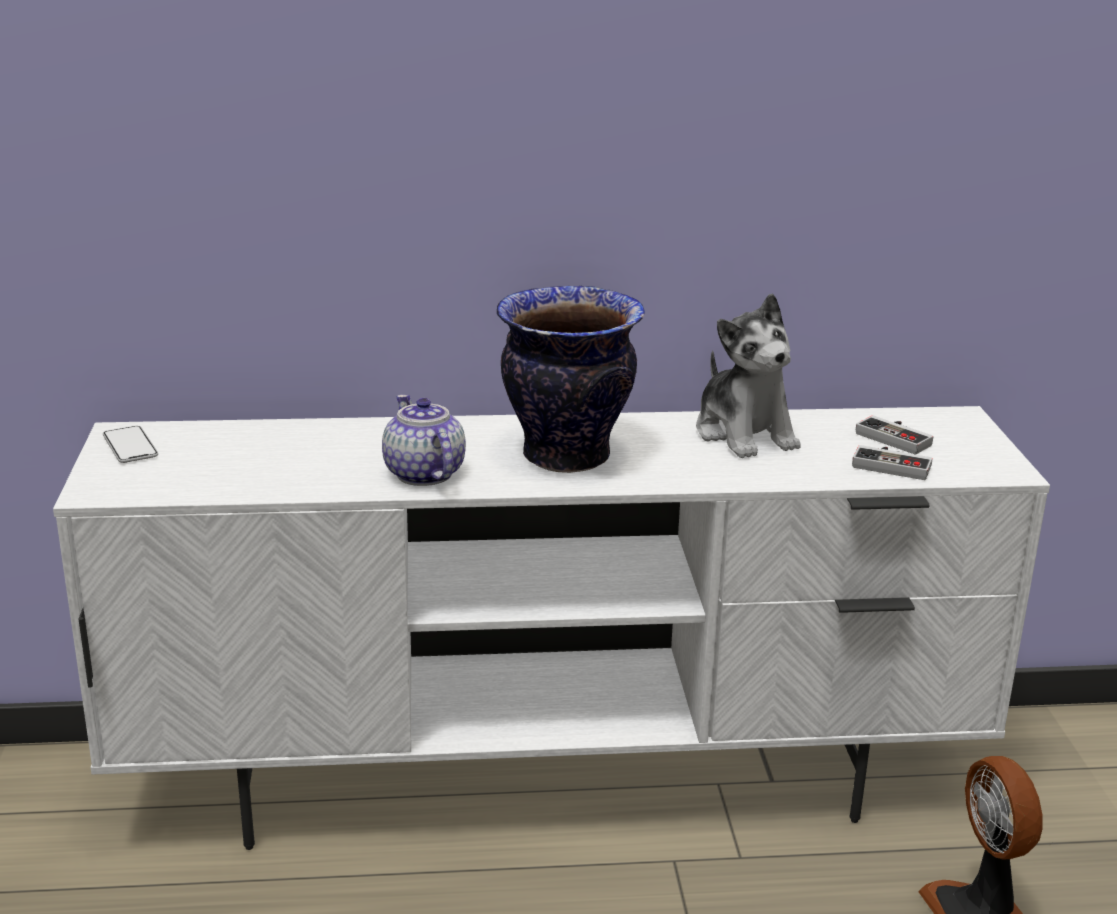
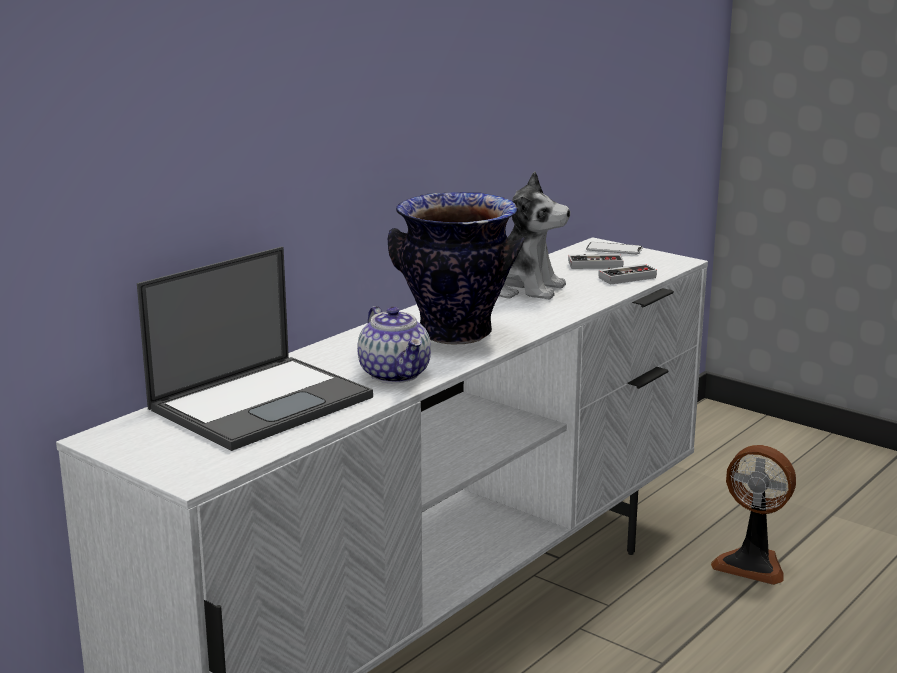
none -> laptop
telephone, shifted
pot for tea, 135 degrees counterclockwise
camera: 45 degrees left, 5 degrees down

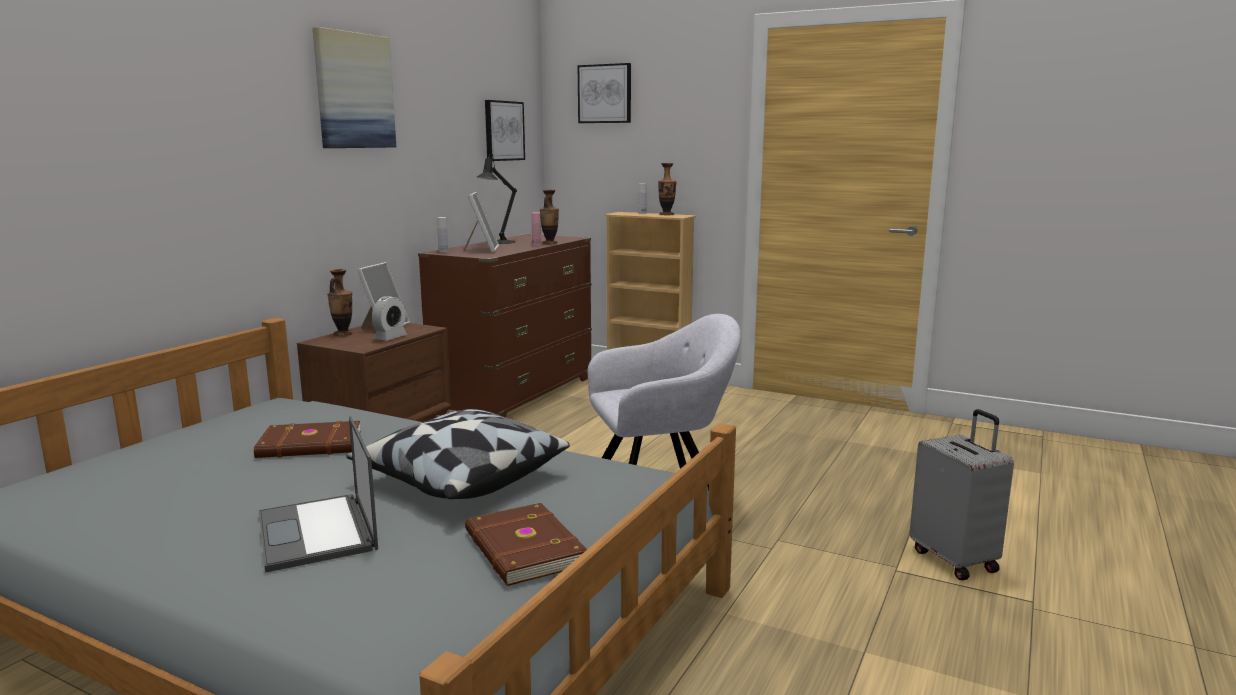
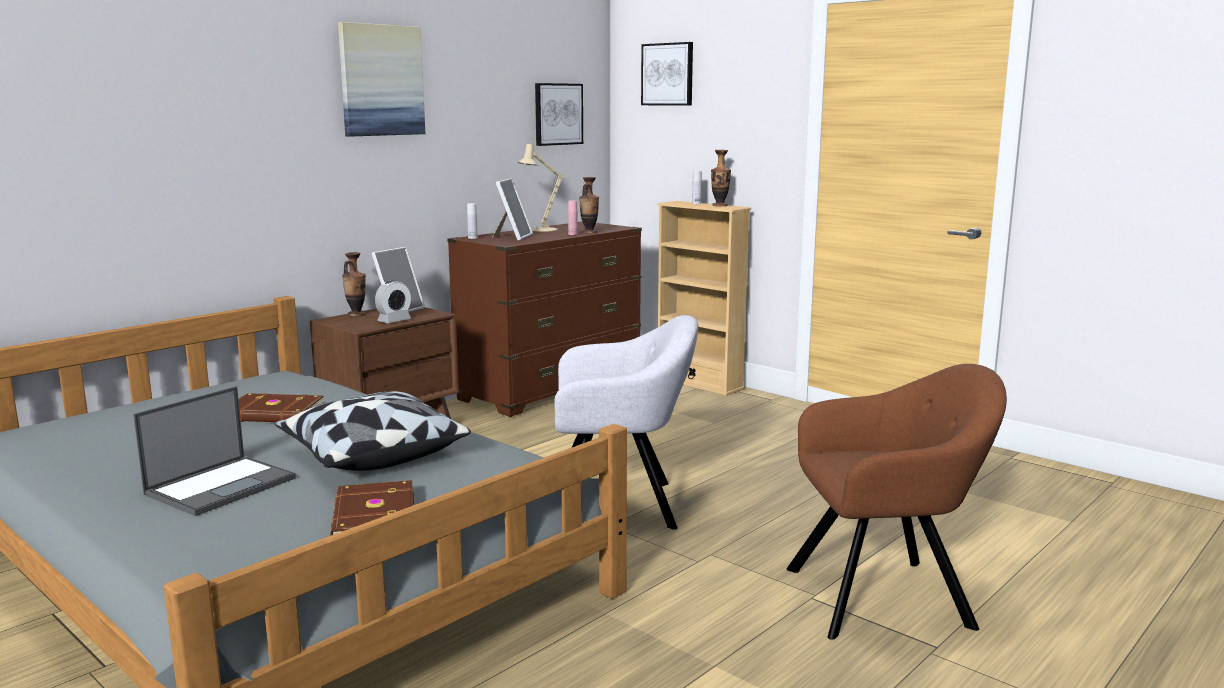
gray suitcase -> brownish lounge chair
black lamp for a table -> beige-coloured lamp for a table
laptop, 135 degrees counterclockwise
camera: 15 degrees right, 0 degrees up

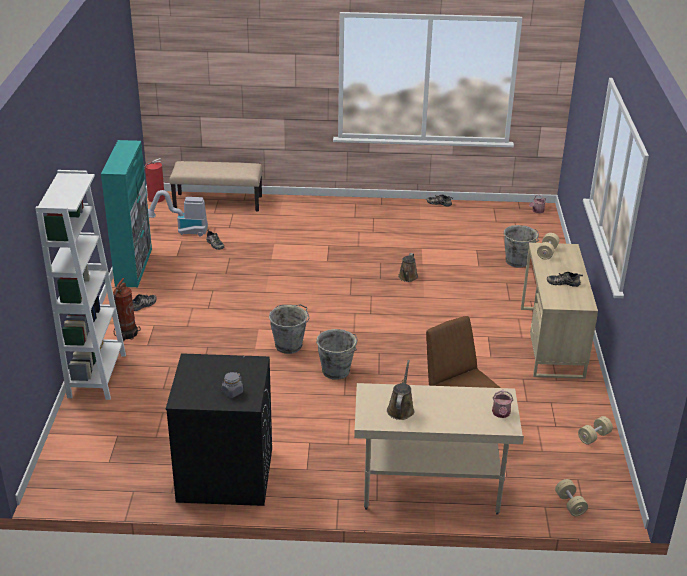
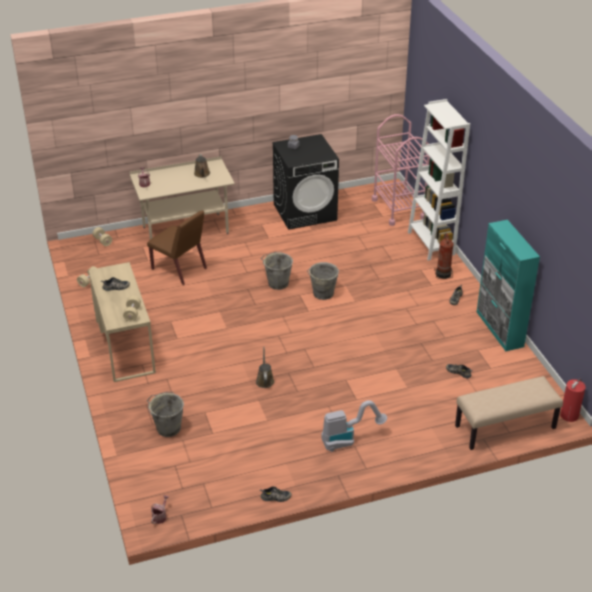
none -> pink-coloured cart
vacuum cleaner, shifted
camera: 160 degrees right, 5 degrees up

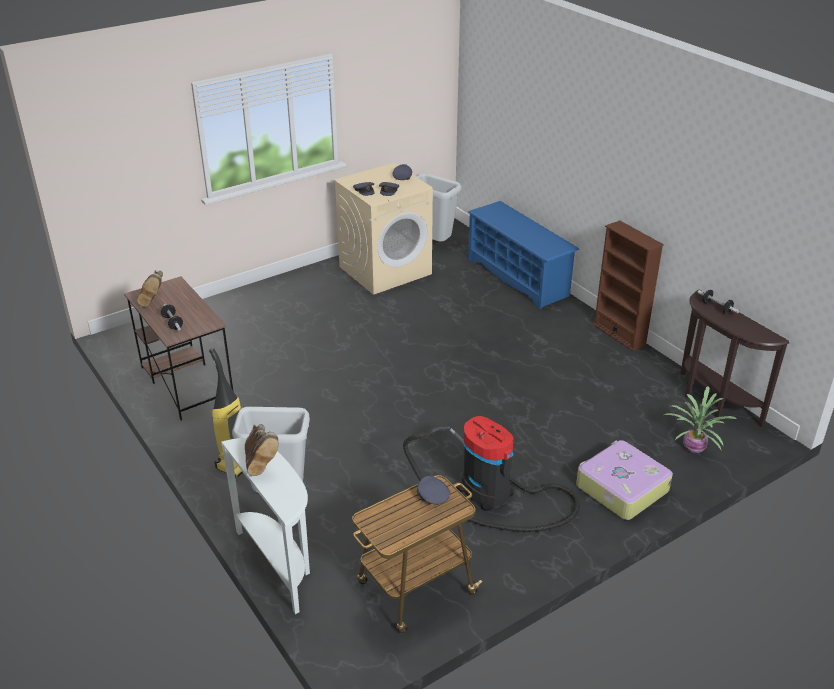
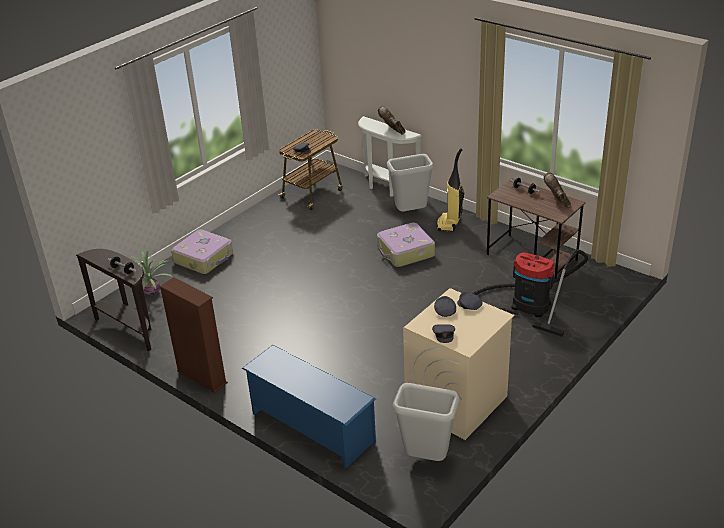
none -> suitcase (no. 2 from left)
vacuum cleaner (no. 2 from left), shifted
camera: 165 degrees right, 0 degrees up

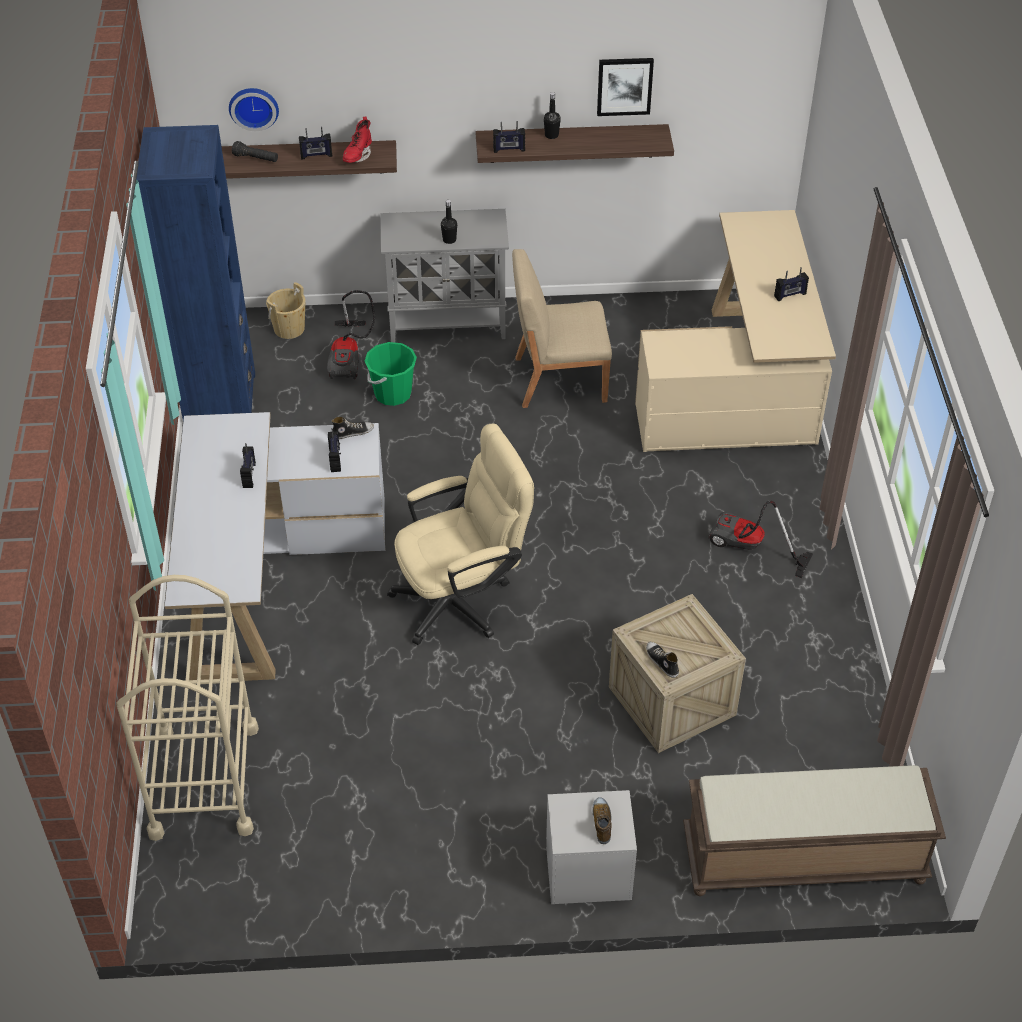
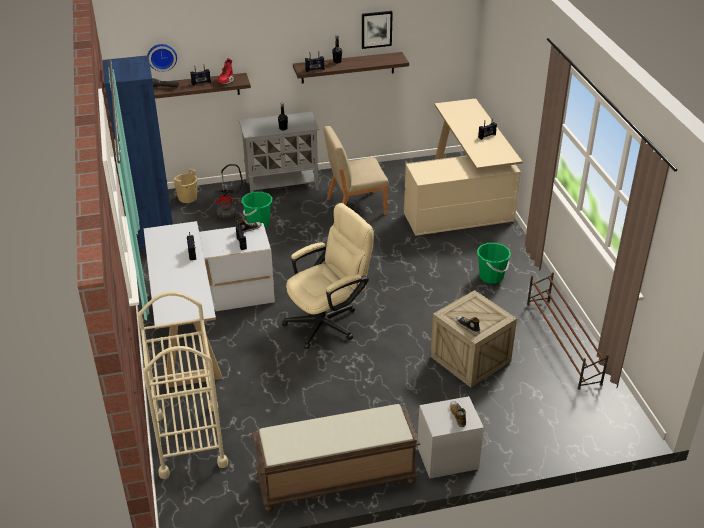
none -> brownish shoe rack
brownish long seat, shifted
vacuum cleaner (no. 2 from left) -> green-coloured pail (no. 2 from left)
camera: 10 degrees left, 10 degrees down

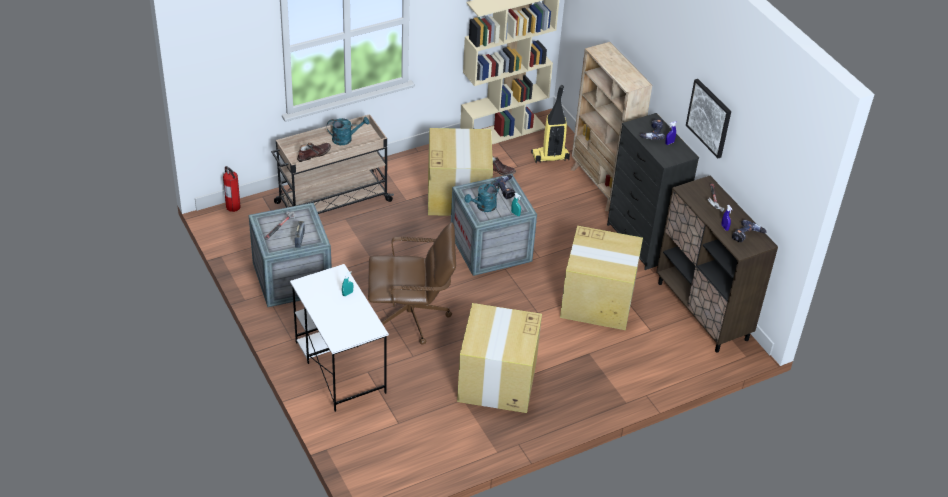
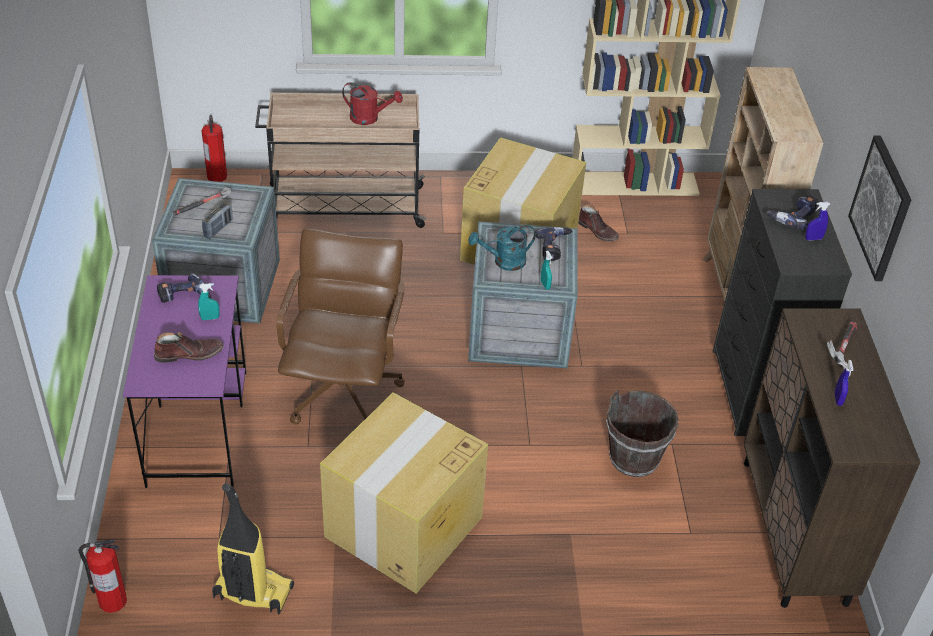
none -> extinguisher (no. 1 from left)
brownish high-top boot (no. 1 from left), shifted
vacuum cleaner, shifted
electric drill (no. 3 from left in the first image) -> electric drill (no. 1 from left), shifted
packing box (no. 3 from left) -> brownish pail
white-coloured desk -> purple-coloured desk
turquoise-coloured watering can (no. 1 from left) -> reddish watering can
brownish office chair, 105 degrees counterclockwise
camera: 25 degrees right, 0 degrees up

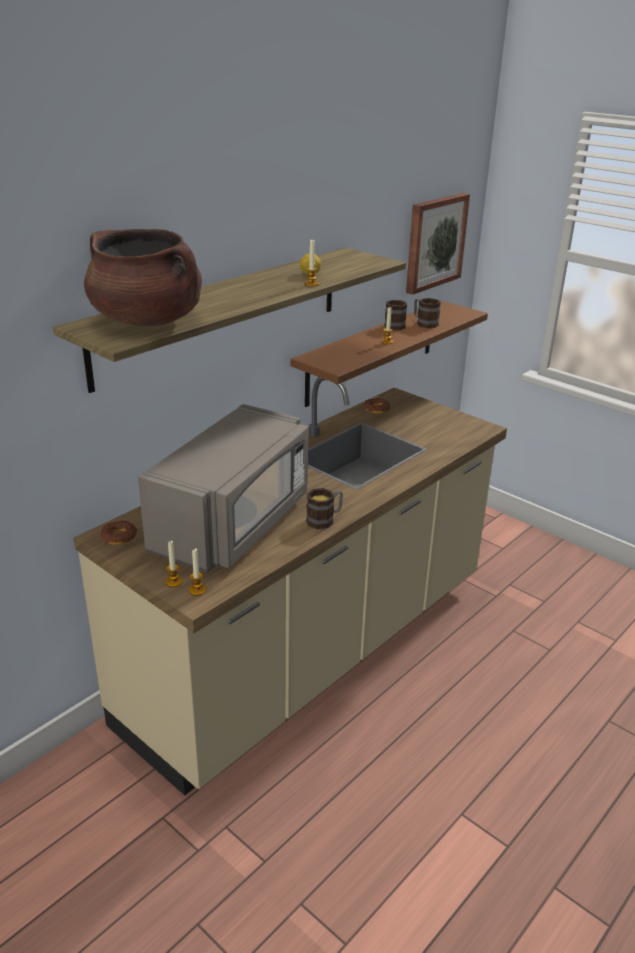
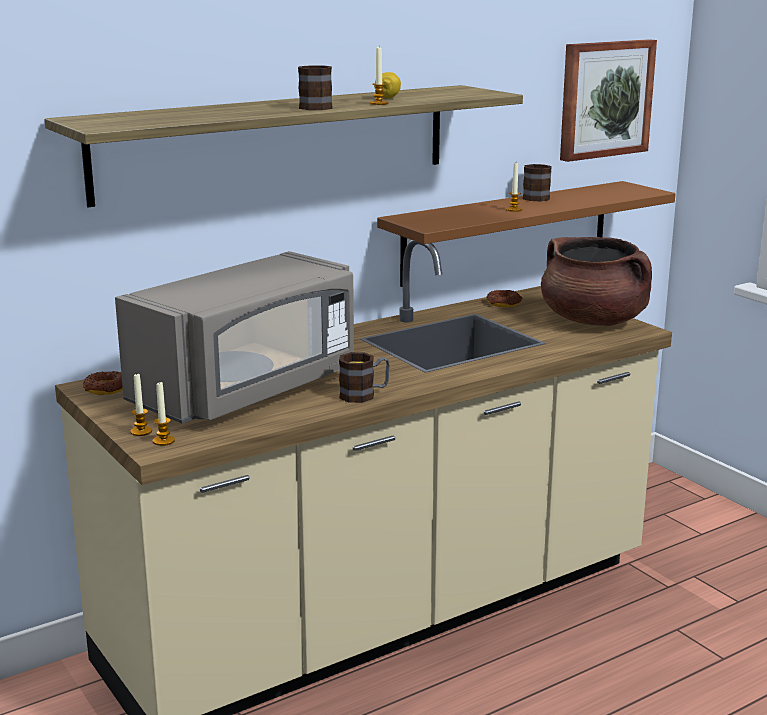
brownish cooking pot, shifted
mug (no. 3 from left in the first image) -> mug (no. 1 from left), shifted
camera: 15 degrees right, 10 degrees down

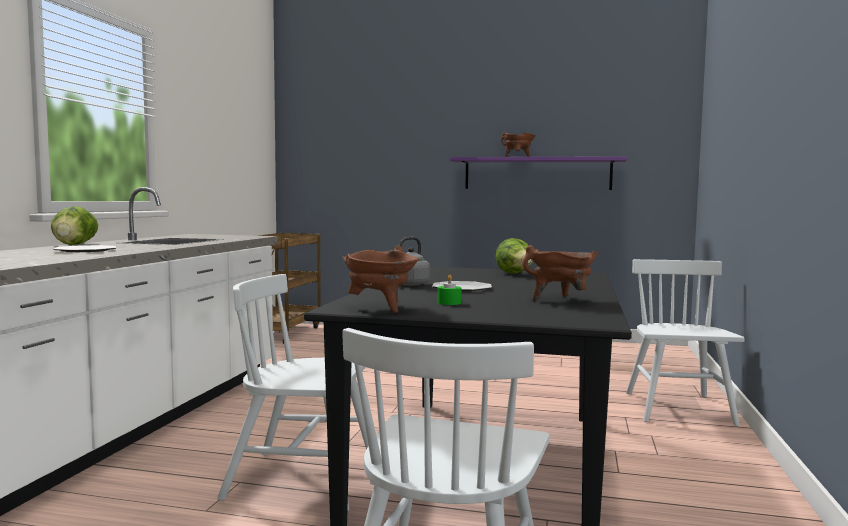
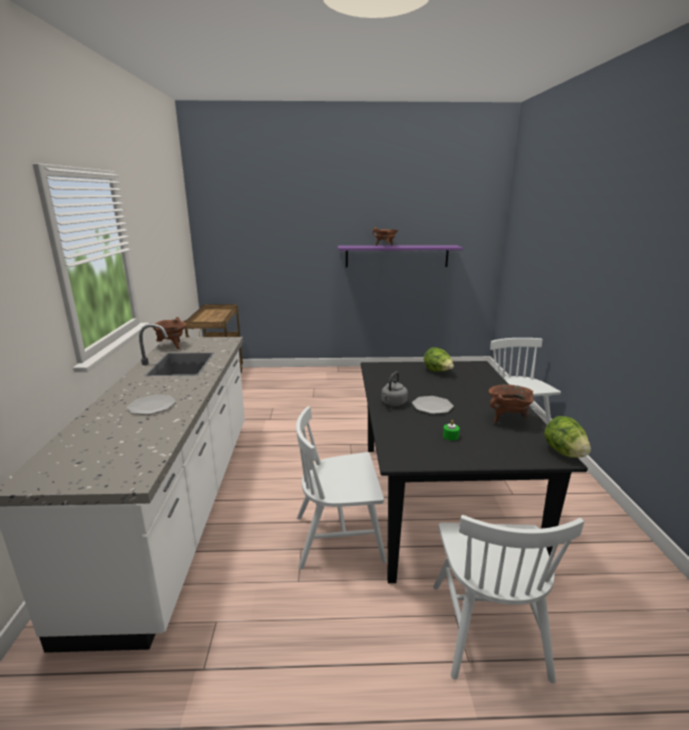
lettuce head (no. 1 from left in the first image) -> lettuce head (no. 2 from left), shifted
brownish cooking pot (no. 1 from left), shifted
camera: 15 degrees left, 15 degrees up

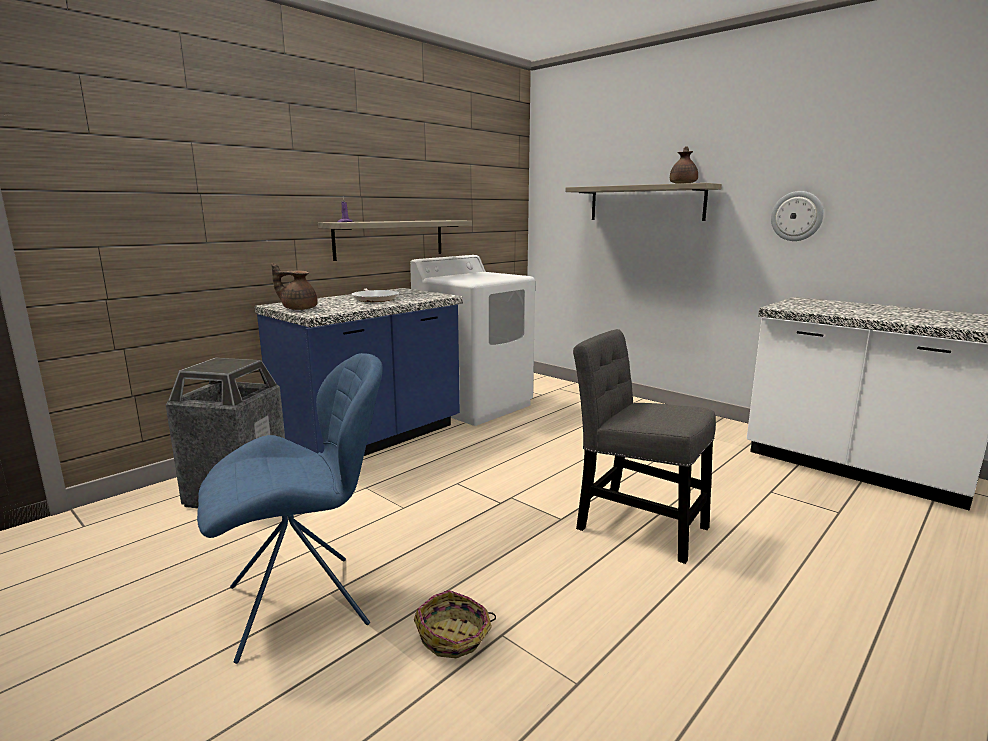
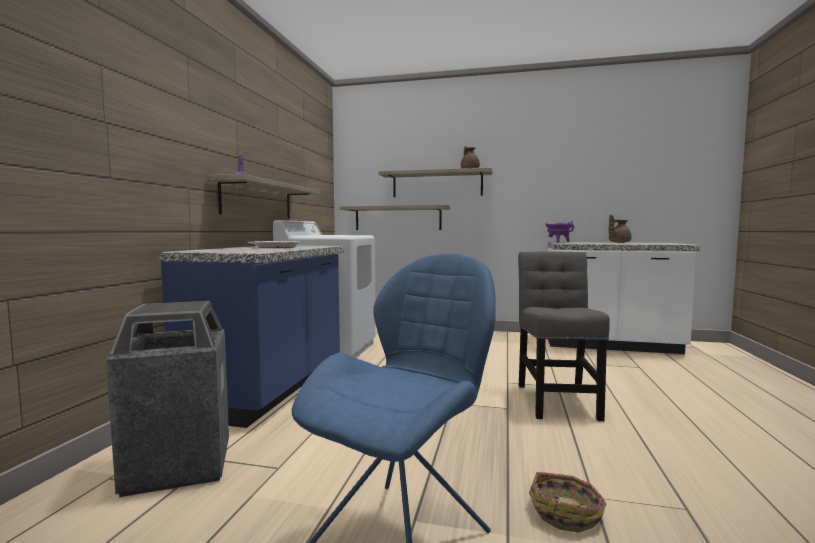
wall clock -> none
none -> bracket shelf (no. 2 from left)
none -> purple-coloured cooking pot
brownish pot for tea (no. 1 from left in the first image) -> brownish pot for tea (no. 2 from left), shifted
gray chair, 90 degrees clockwise
camera: 30 degrees left, 10 degrees down

